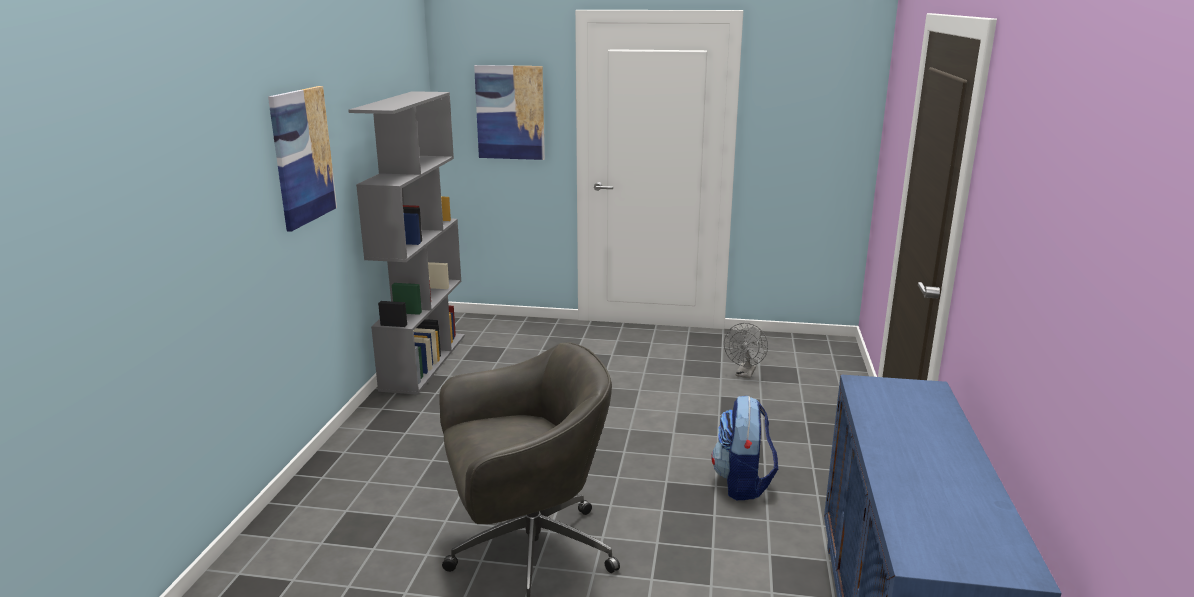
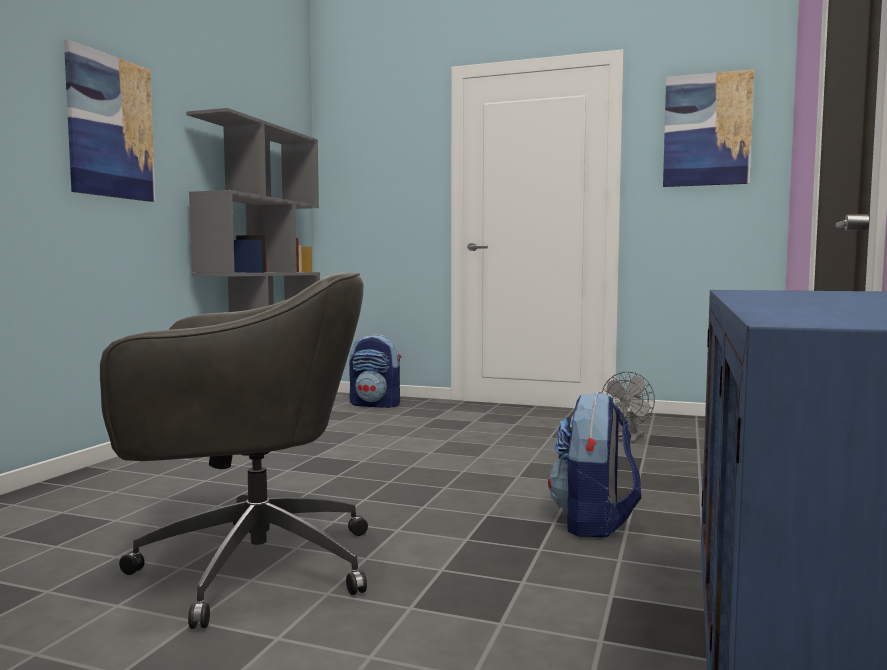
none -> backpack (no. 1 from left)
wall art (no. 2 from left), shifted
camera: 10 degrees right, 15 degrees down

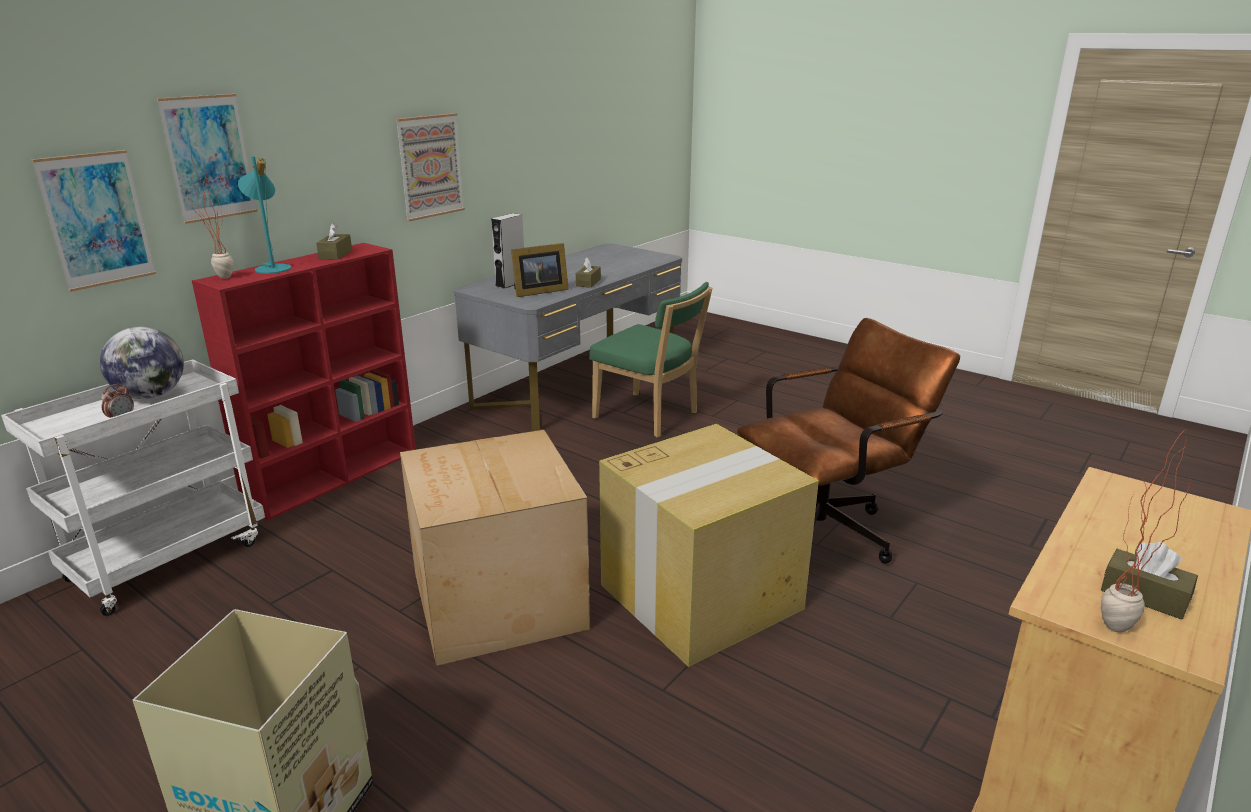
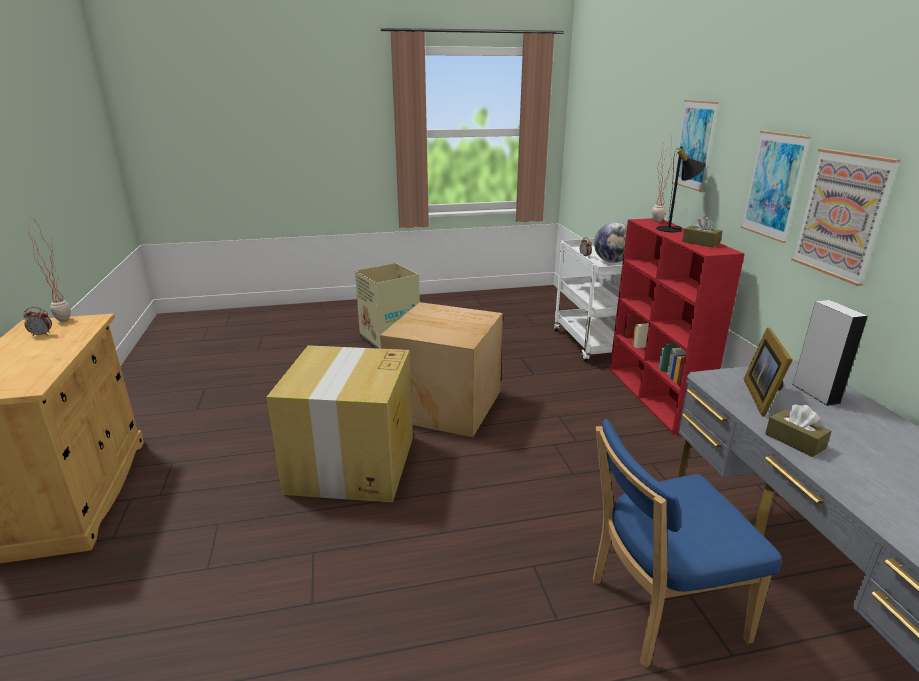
brownish office chair -> none
wall art (no. 1 from left in the first image) -> wall art (no. 2 from left), shifted
brownish tissue box (no. 3 from left) -> alarm clock (no. 1 from left)
turquoise-coloured lamp for a table -> black lamp for a table
green-coloured chair -> bluish chair
camera: 130 degrees right, 0 degrees up

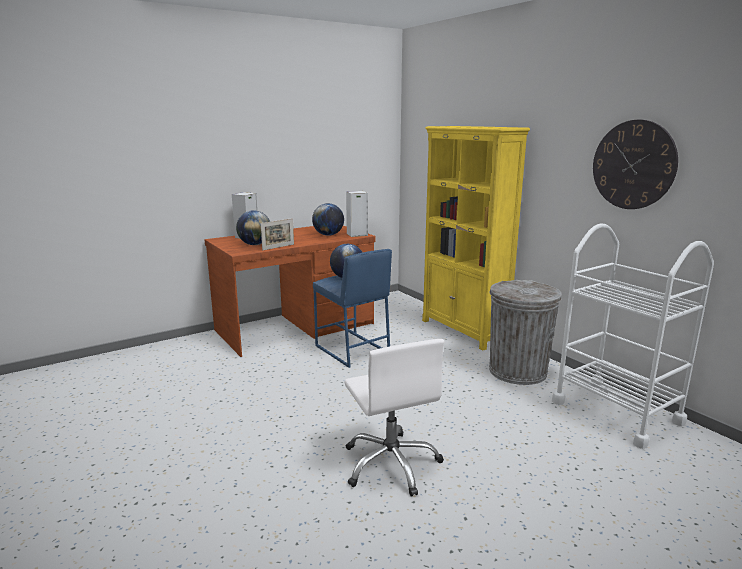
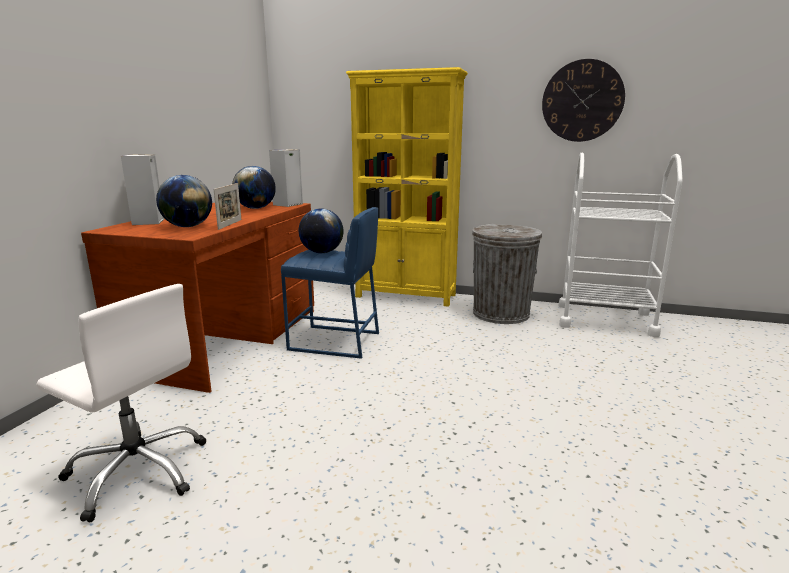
white-coloured office chair, shifted
camera: 40 degrees left, 0 degrees up

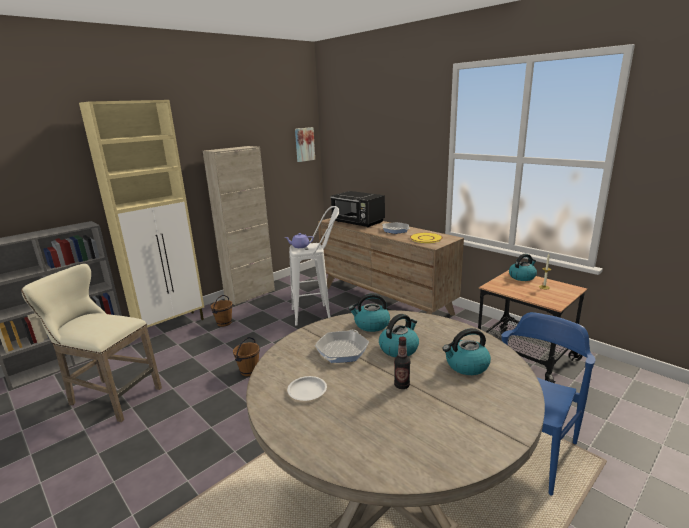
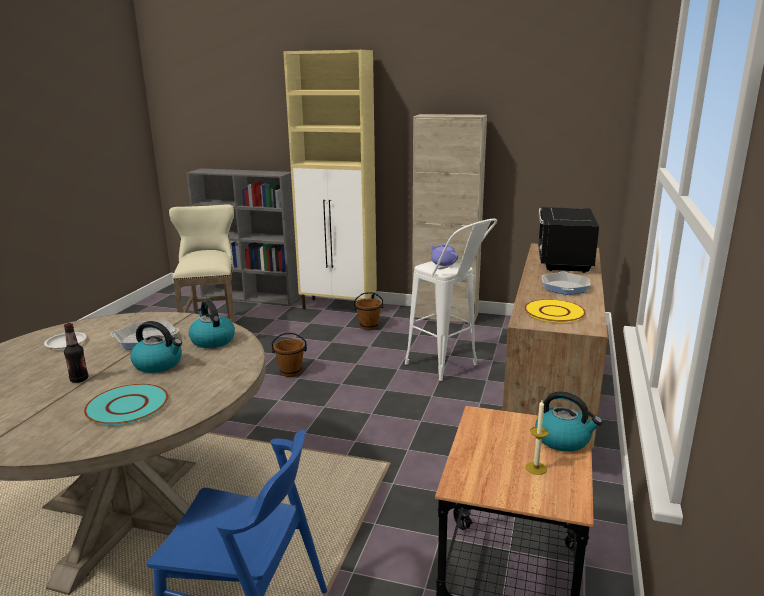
wall art -> none
kettle (no. 3 from left) -> turquoise-coloured plate
camera: 60 degrees right, 0 degrees up

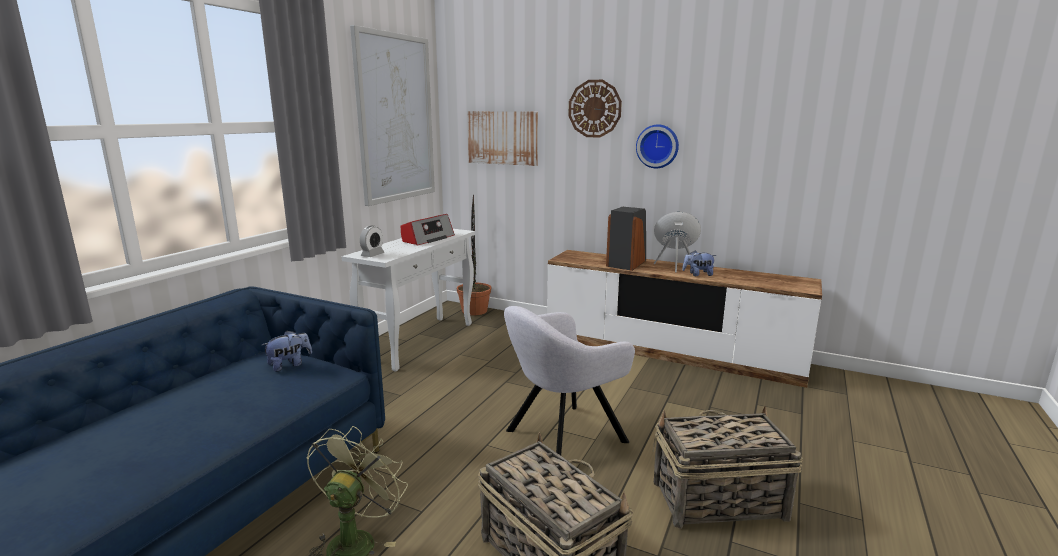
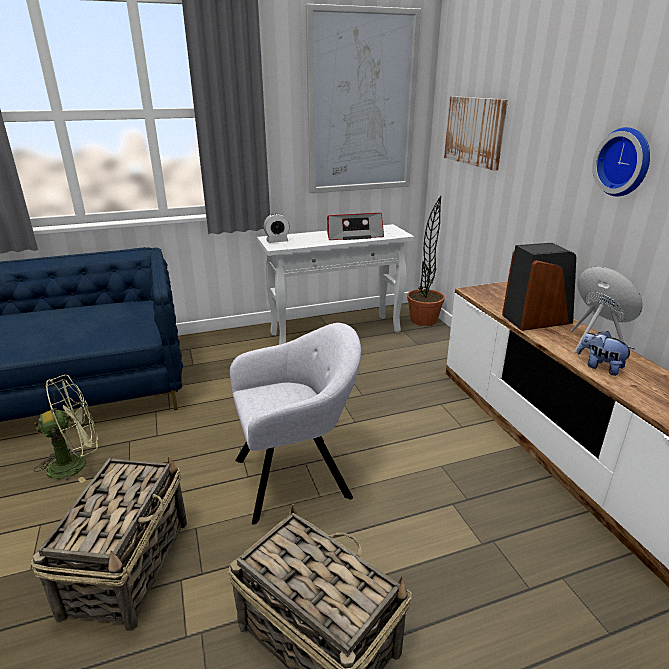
soft toy (no. 1 from left) -> none
wall clock (no. 1 from left) -> none
gray lounge chair, 150 degrees clockwise
camera: 45 degrees right, 10 degrees up

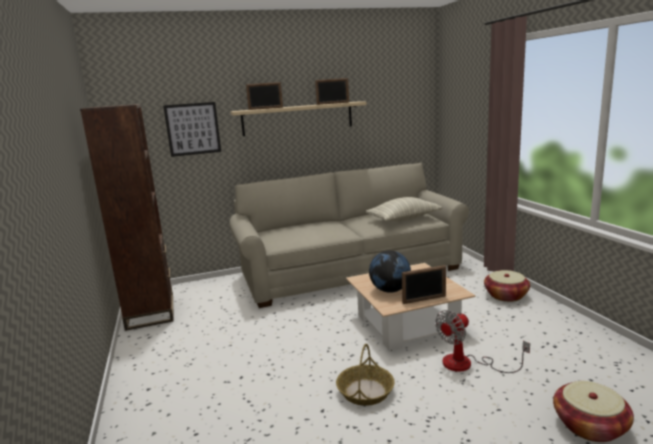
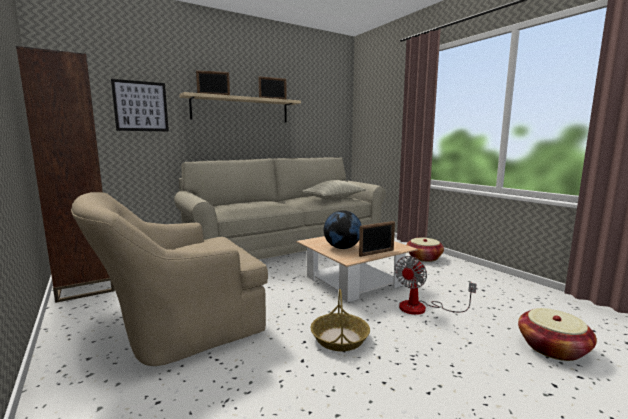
none -> beige-coloured lounge chair
camera: 15 degrees left, 5 degrees down

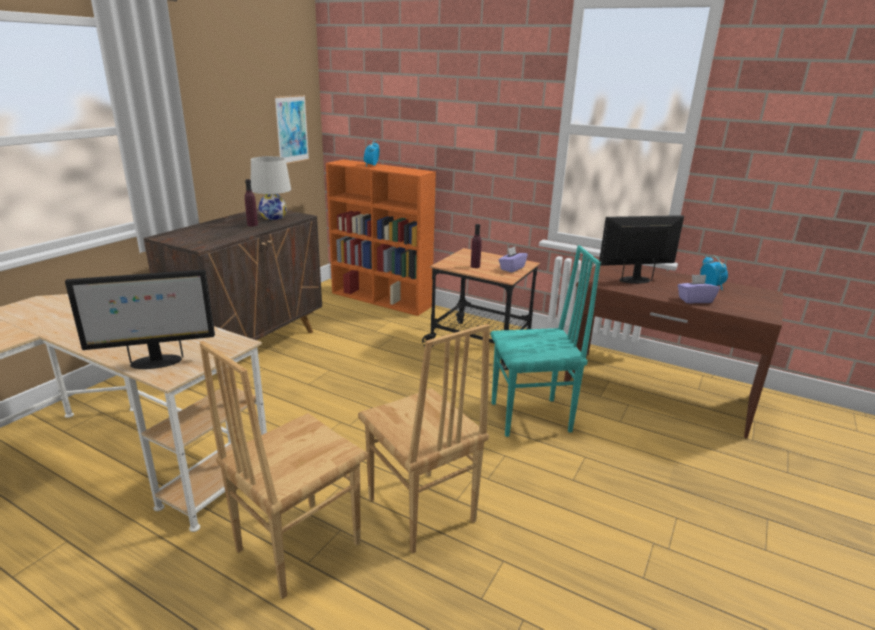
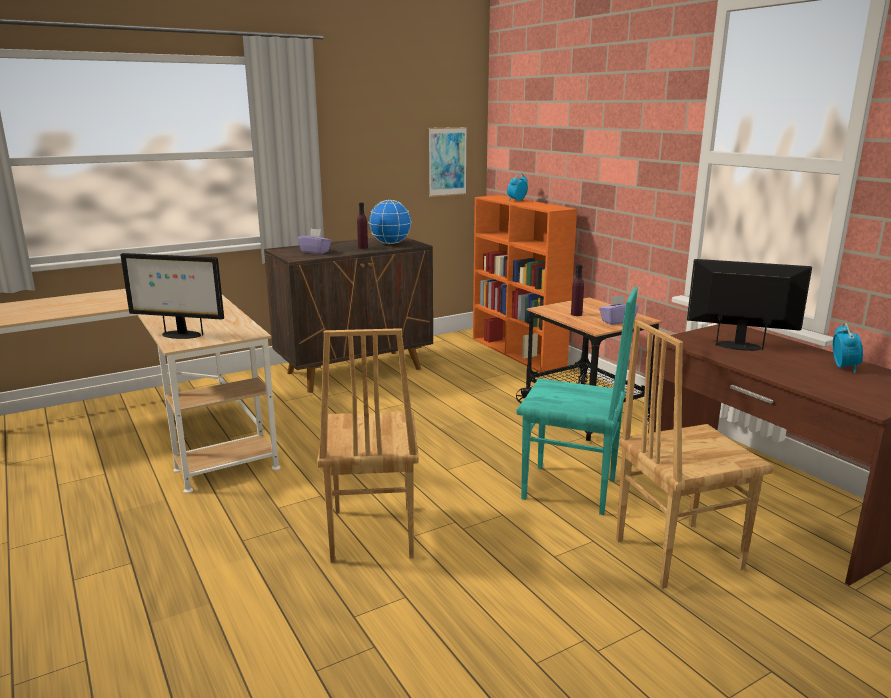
brownish chair (no. 1 from left in the first image) -> brownish chair (no. 2 from left), shifted
purple-coloured tissue box (no. 2 from left in the first image) -> purple-coloured tissue box (no. 1 from left), shifted
white-coloured lamp for a table -> globe
camera: 30 degrees right, 5 degrees down

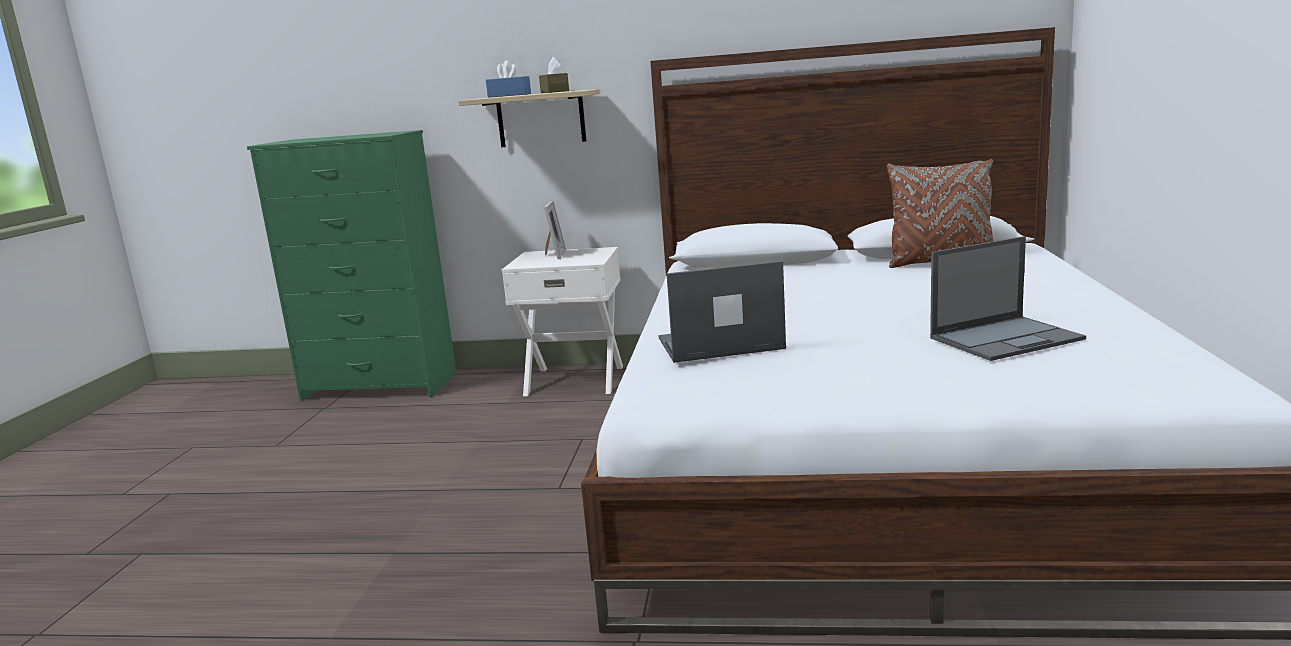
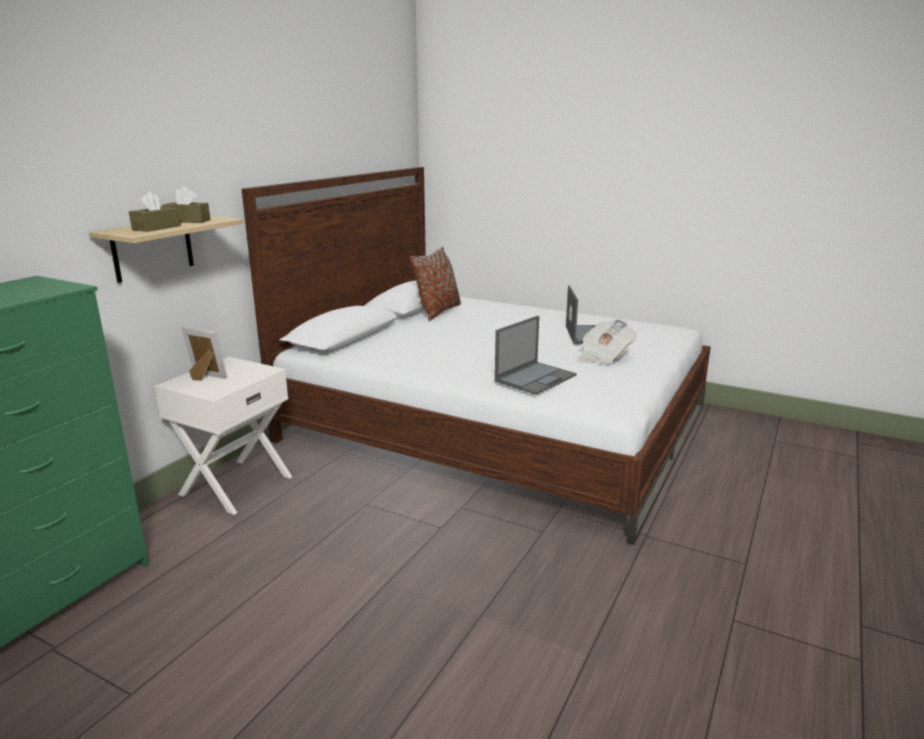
none -> daily paper
bluish tissue box -> brownish tissue box (no. 1 from left)
laptop (no. 1 from left), 150 degrees counterclockwise
camera: 70 degrees left, 5 degrees up

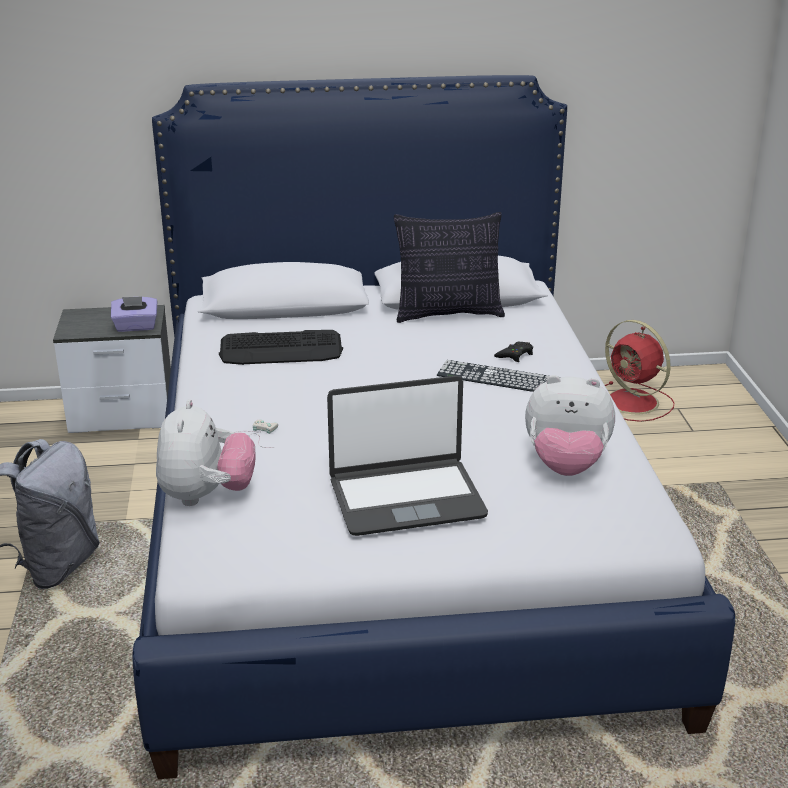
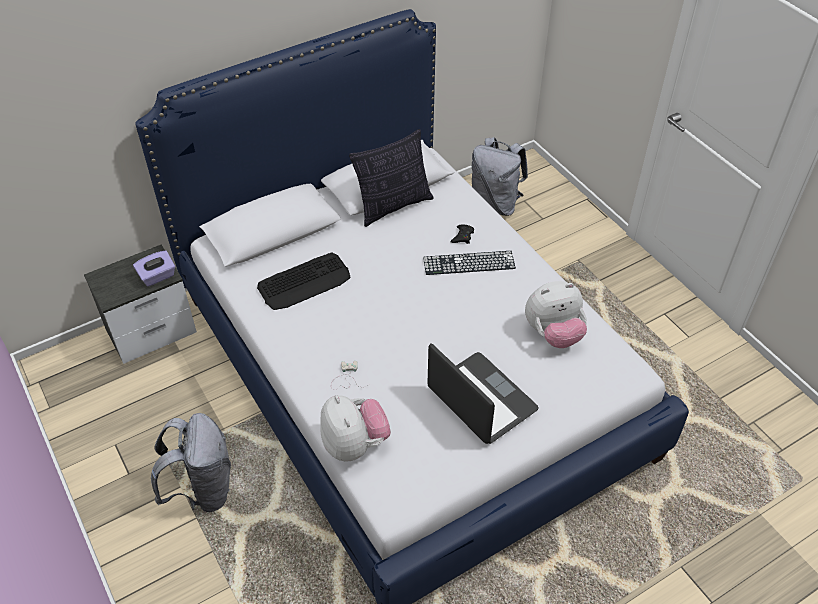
reddish cooling fan -> gray backpack (no. 2 from left)
laptop, 90 degrees counterclockwise
camera: 25 degrees left, 20 degrees up

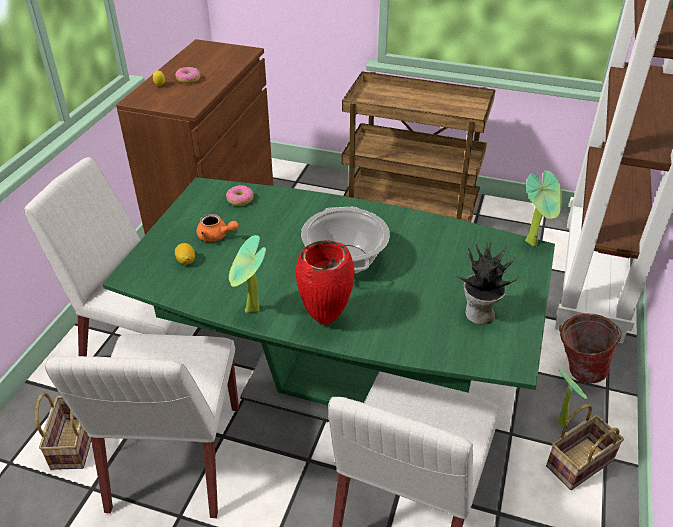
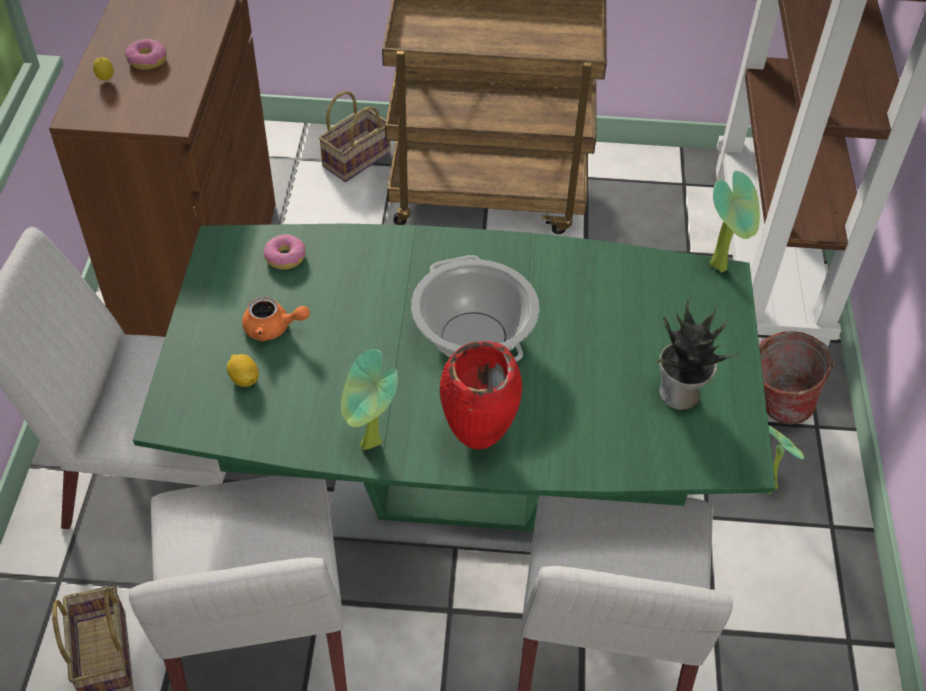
household basket (no. 2 from left), shifted
camera: 15 degrees left, 10 degrees up

